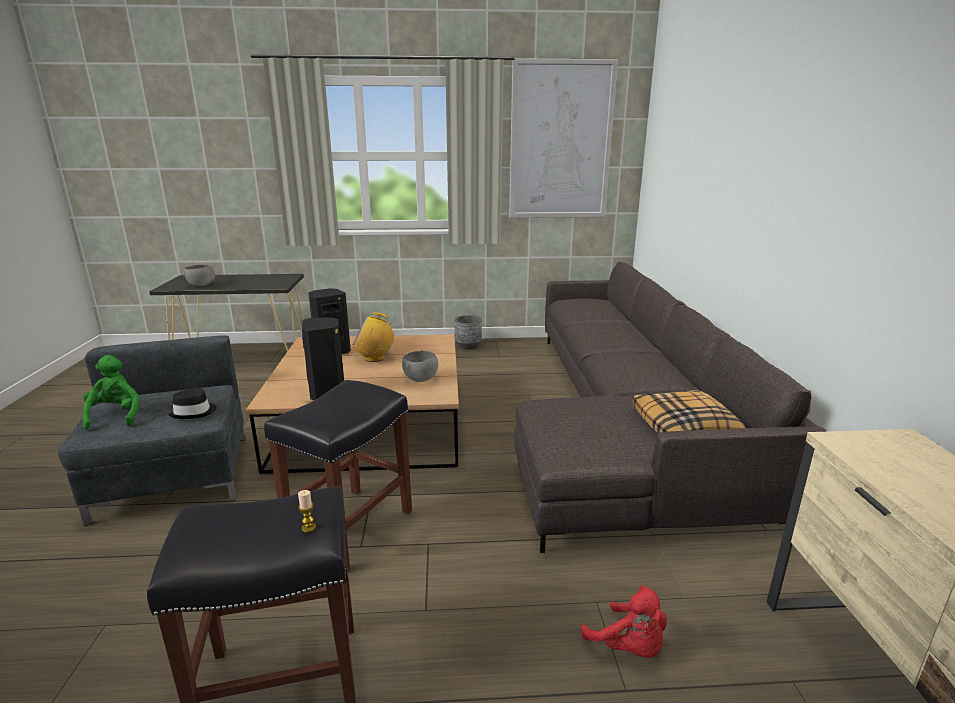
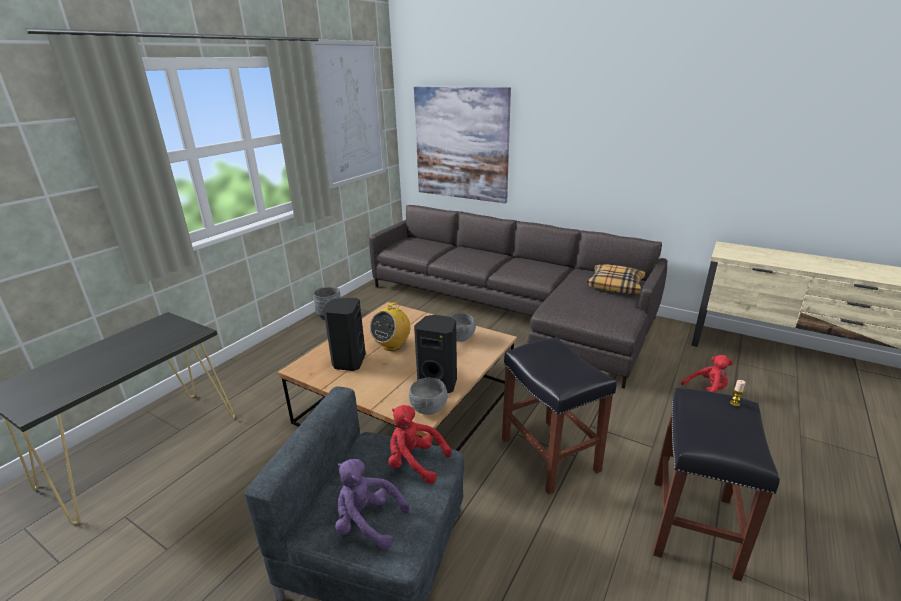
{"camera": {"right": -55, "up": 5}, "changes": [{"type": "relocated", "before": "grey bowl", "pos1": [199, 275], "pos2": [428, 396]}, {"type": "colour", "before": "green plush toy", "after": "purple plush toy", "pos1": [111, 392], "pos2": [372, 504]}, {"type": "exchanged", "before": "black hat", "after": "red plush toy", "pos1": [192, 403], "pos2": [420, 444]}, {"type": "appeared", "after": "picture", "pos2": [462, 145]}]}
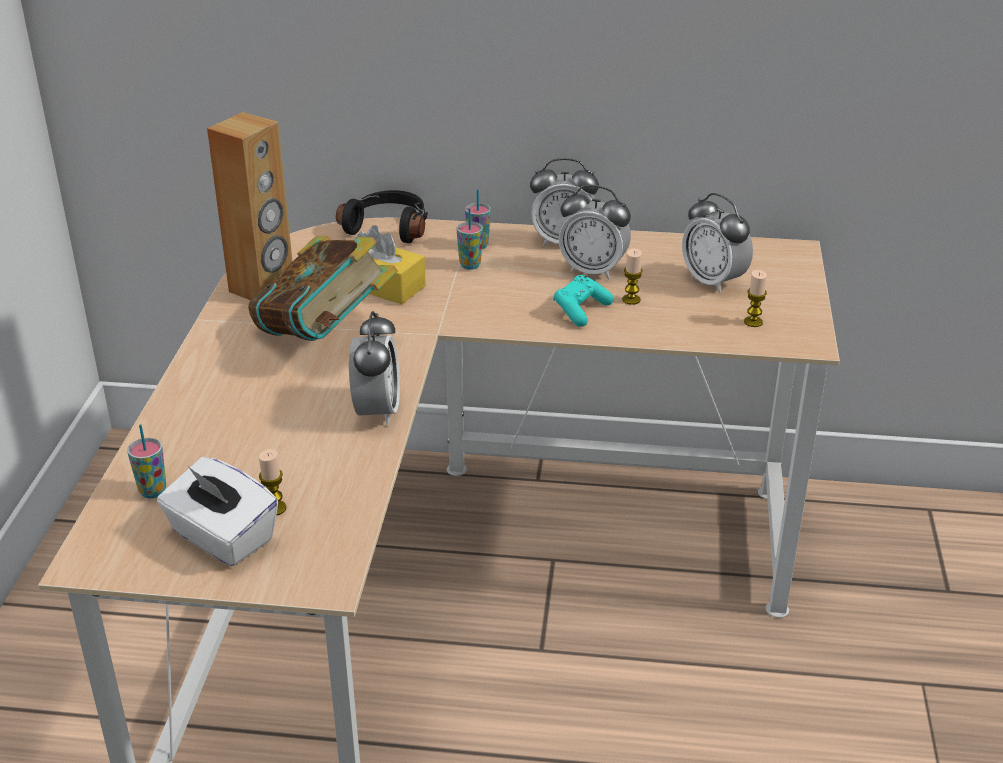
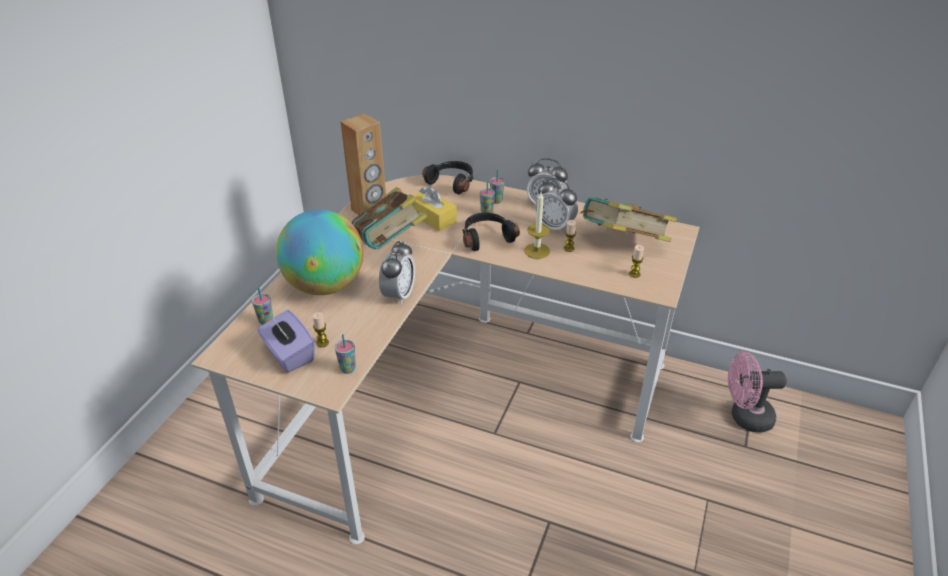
{"camera": {"right": 15, "up": 5}, "changes": [{"type": "exchanged", "before": "alarm clock", "after": "book", "pos1": [717, 243], "pos2": [628, 219]}, {"type": "exchanged", "before": "turquoise game controller", "after": "candle", "pos1": [583, 301], "pos2": [537, 225]}, {"type": "colour", "before": "white tissue box", "after": "purple tissue box", "pos1": [217, 511], "pos2": [286, 341]}, {"type": "appeared", "after": "globe", "pos2": [319, 252]}, {"type": "appeared", "after": "black headphones", "pos2": [491, 231]}, {"type": "appeared", "after": "cup", "pos2": [345, 354]}, {"type": "appeared", "after": "pink fan", "pos2": [757, 392]}]}
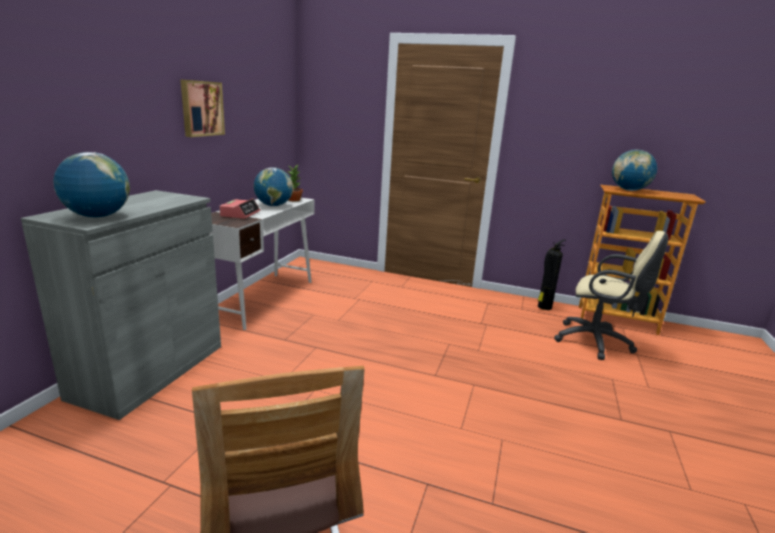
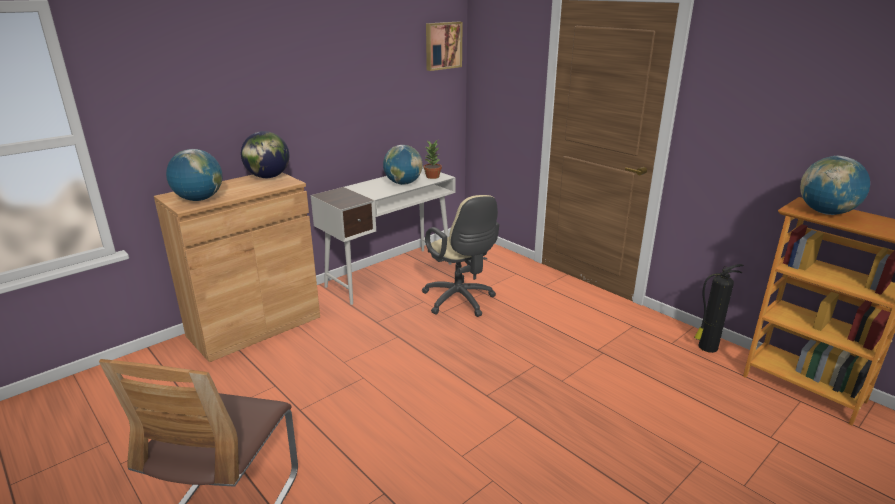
{"camera": {"right": 30, "up": 5}, "changes": [{"type": "relocated", "before": "picture", "pos1": [202, 108], "pos2": [444, 46]}, {"type": "colour", "before": "grey cabinet", "after": "brown cabinet", "pos1": [121, 305], "pos2": [237, 267]}, {"type": "missing", "before": "alarm clock", "pos1": [239, 208]}, {"type": "relocated", "before": "beige office chair", "pos1": [611, 295], "pos2": [460, 256]}, {"type": "appeared", "after": "globe", "pos2": [265, 154]}]}
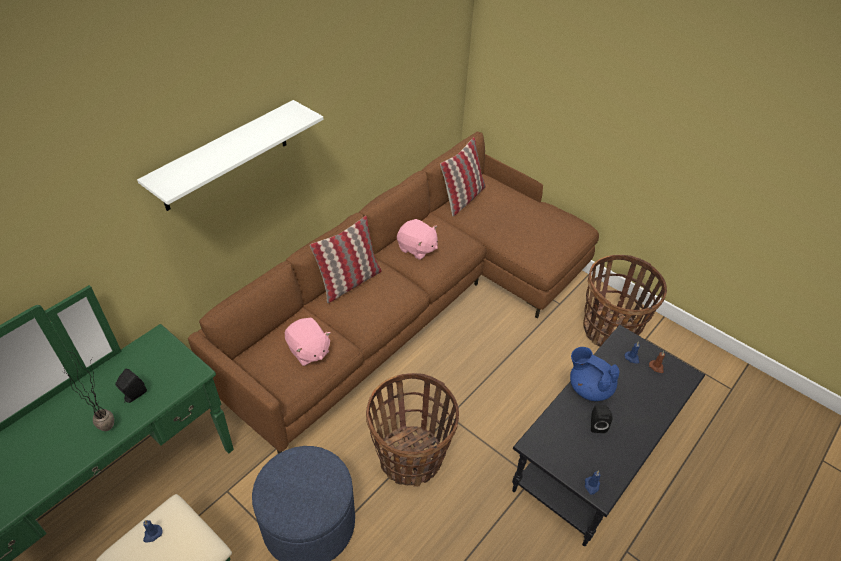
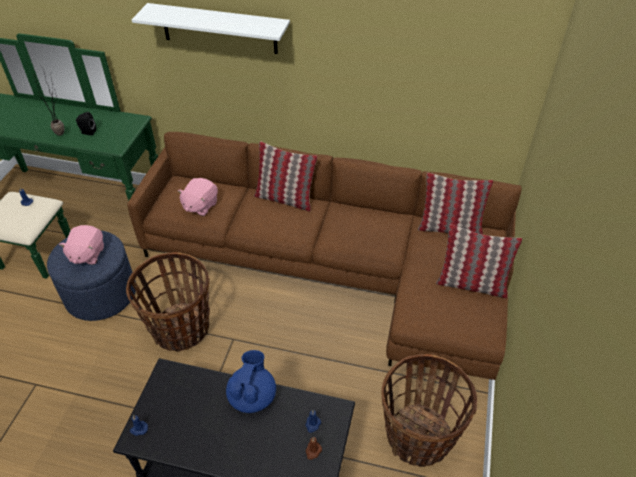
{"camera": {"right": 65, "up": 0}, "changes": [{"type": "relocated", "before": "pink plush toy", "pos1": [417, 239], "pos2": [81, 245]}, {"type": "missing", "before": "black speaker", "pos1": [602, 419]}, {"type": "appeared", "after": "pillow", "pos2": [479, 261]}]}
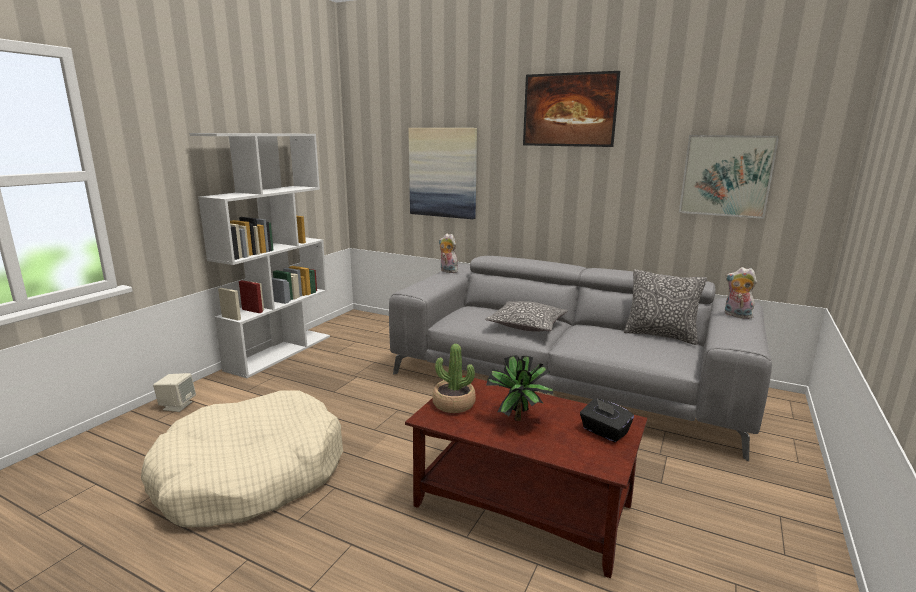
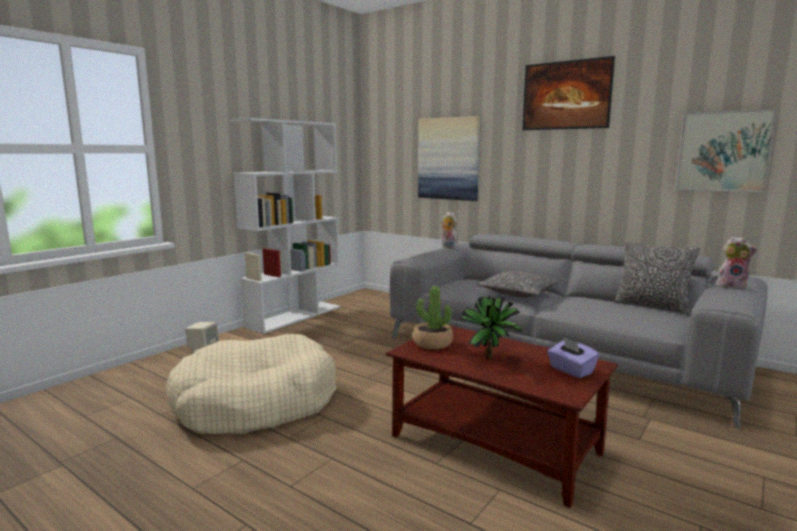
{"camera": {"right": 10, "up": -5}, "changes": [{"type": "spun", "before": "plush toy", "pos1": [741, 293], "pos2": [737, 262], "turn": 150}, {"type": "colour", "before": "black tissue box", "after": "purple tissue box", "pos1": [607, 420], "pos2": [573, 357]}]}
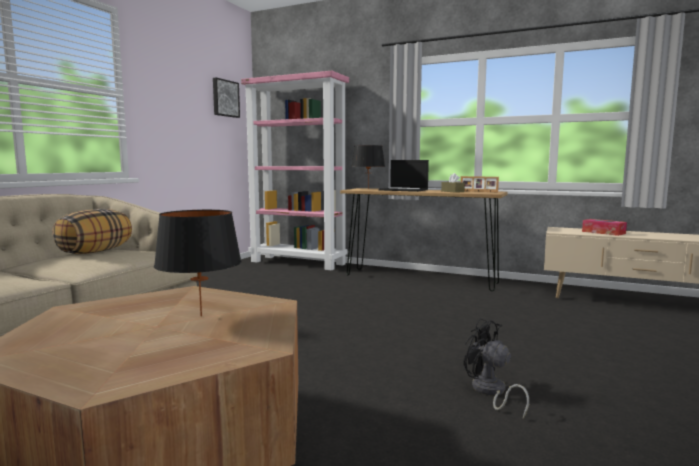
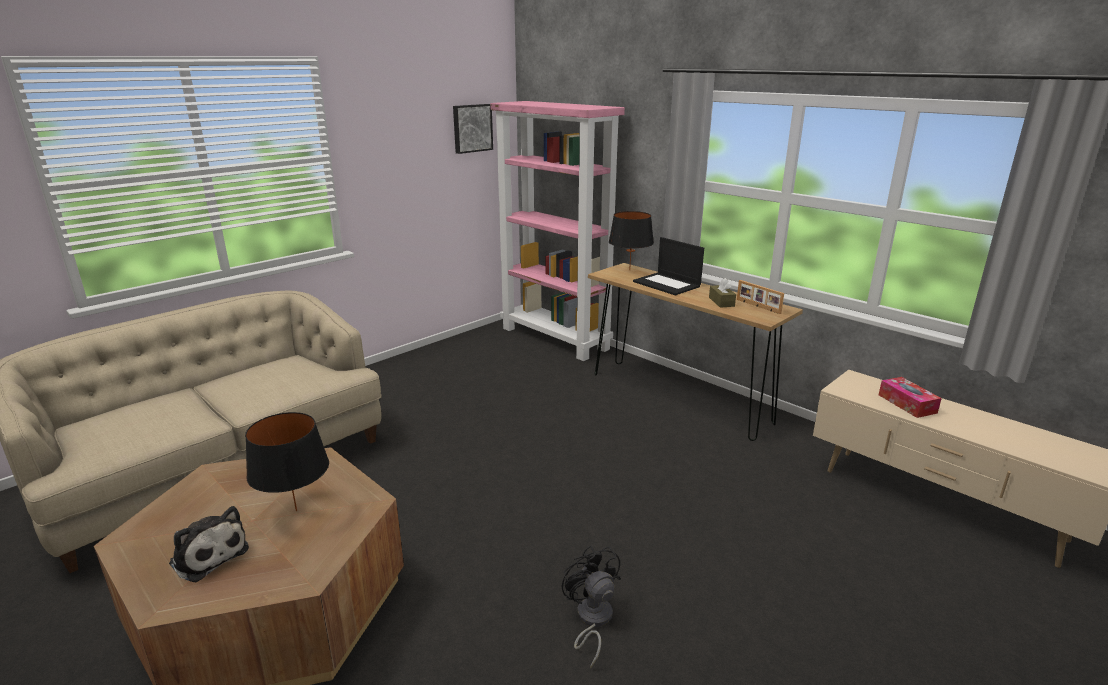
{"camera": {"right": 20, "up": 15}, "changes": [{"type": "missing", "before": "pillow", "pos1": [92, 231]}, {"type": "appeared", "after": "plush toy", "pos2": [209, 544]}]}
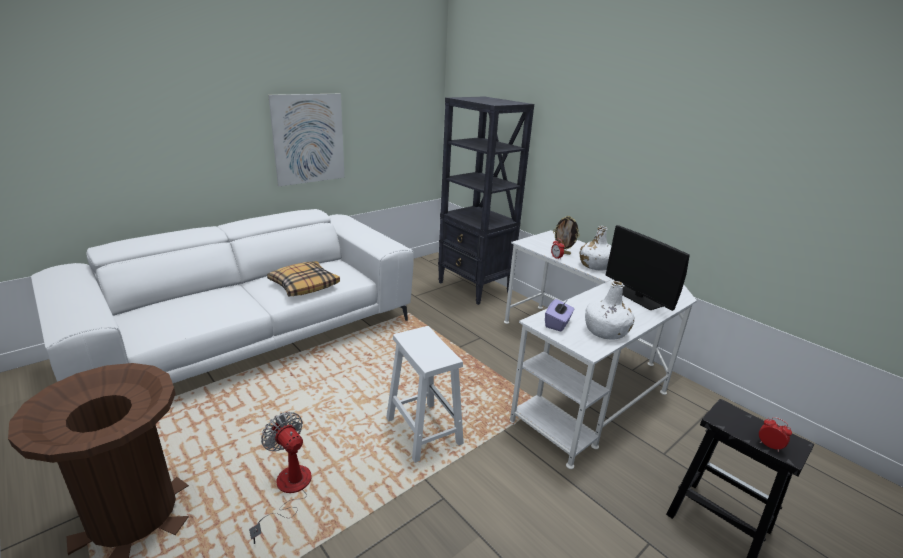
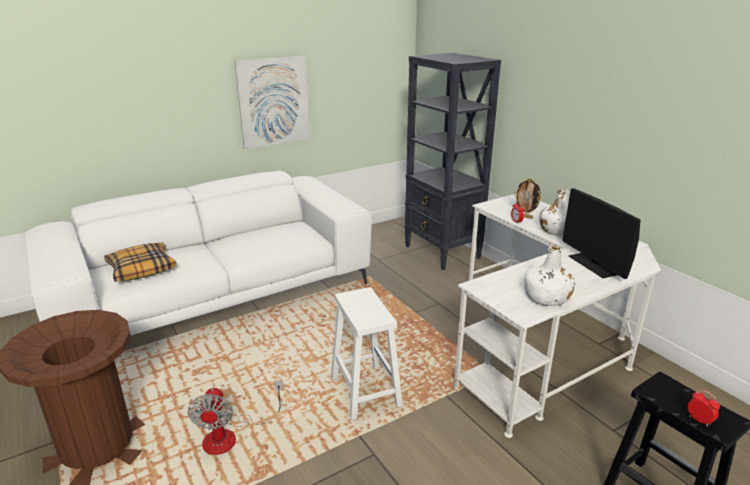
{"camera": {"right": 10, "up": 0}, "changes": [{"type": "relocated", "before": "pillow", "pos1": [303, 278], "pos2": [140, 262]}, {"type": "missing", "before": "purple tissue box", "pos1": [559, 315]}, {"type": "spun", "before": "fan", "pos1": [280, 478], "pos2": [235, 417], "turn": -150}]}
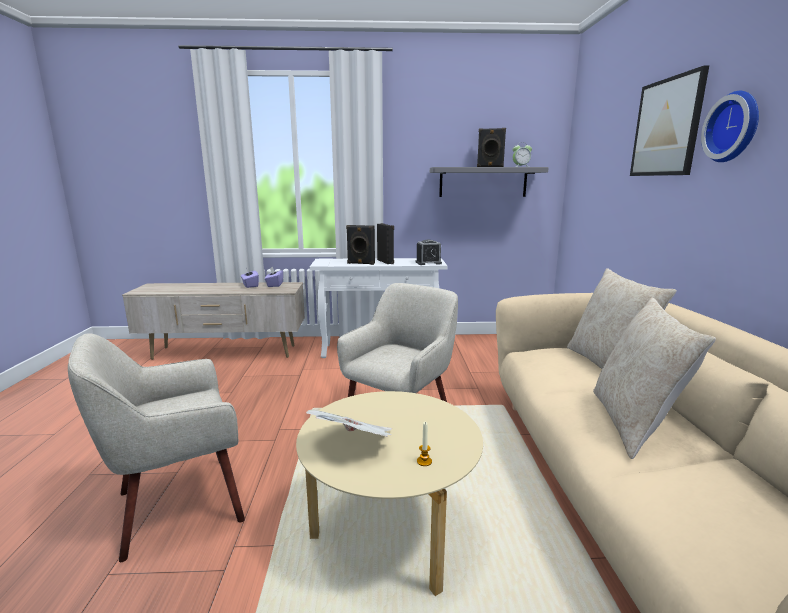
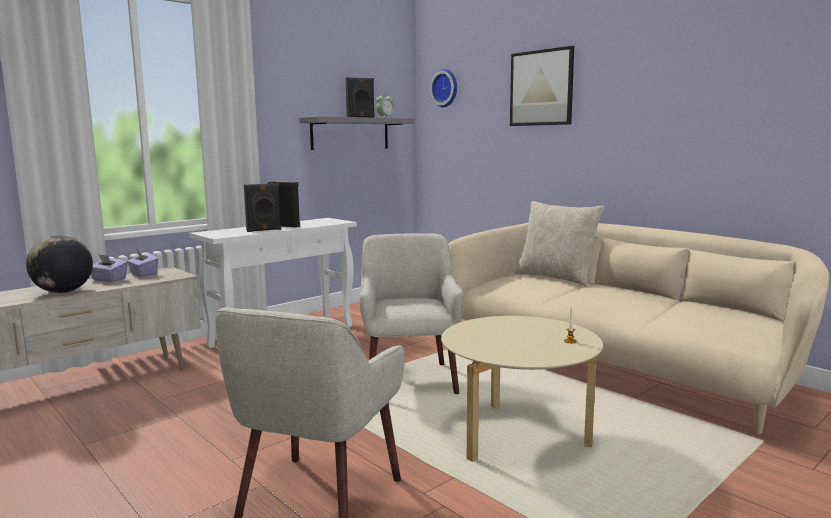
{"camera": {"right": -40, "up": -5}, "changes": [{"type": "relocated", "before": "wall clock", "pos1": [730, 126], "pos2": [443, 88]}, {"type": "missing", "before": "alarm clock", "pos1": [429, 252]}, {"type": "missing", "before": "beige pillow", "pos1": [654, 378]}, {"type": "missing", "before": "newspaper", "pos1": [349, 423]}, {"type": "appeared", "after": "globe", "pos2": [59, 264]}]}
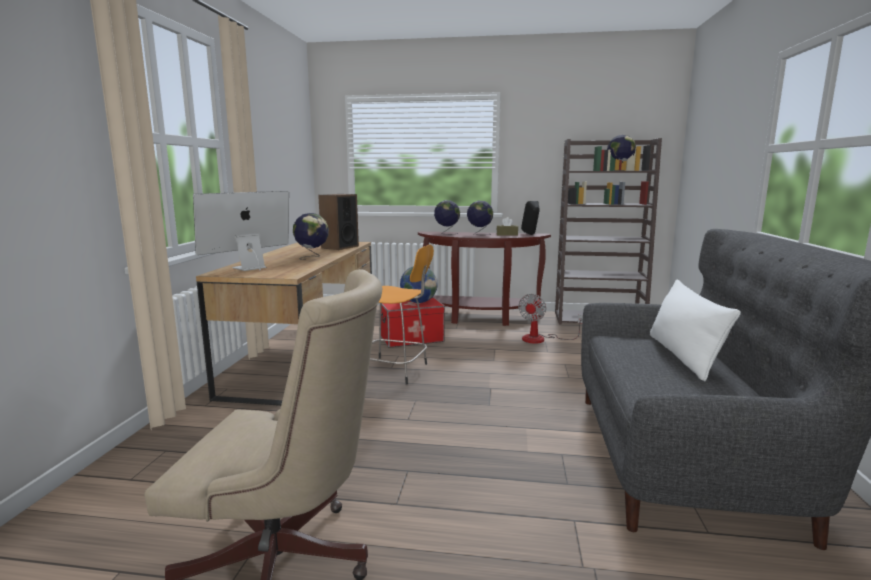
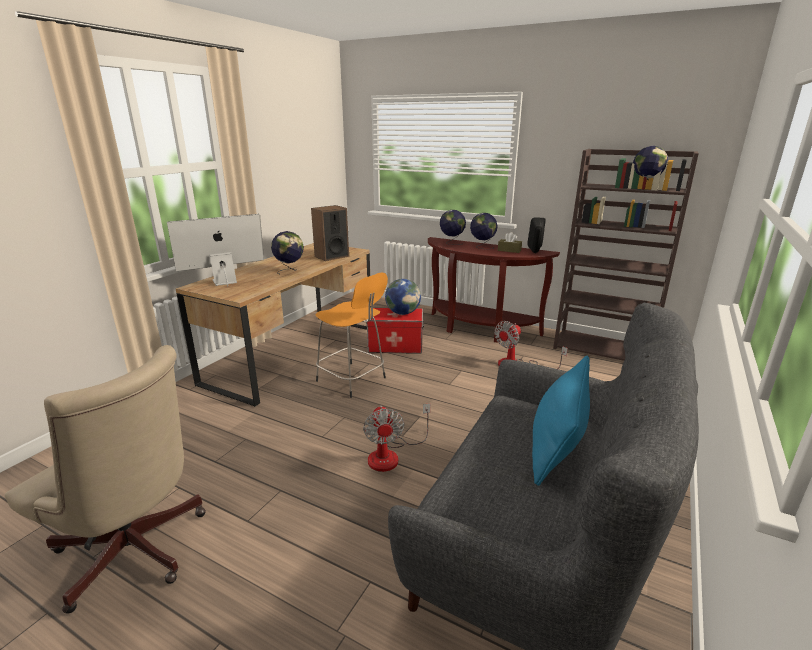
{"camera": {"right": 20, "up": 10}, "changes": [{"type": "colour", "before": "white pillow", "after": "blue pillow", "pos1": [695, 330], "pos2": [561, 421]}, {"type": "appeared", "after": "fan", "pos2": [396, 438]}]}
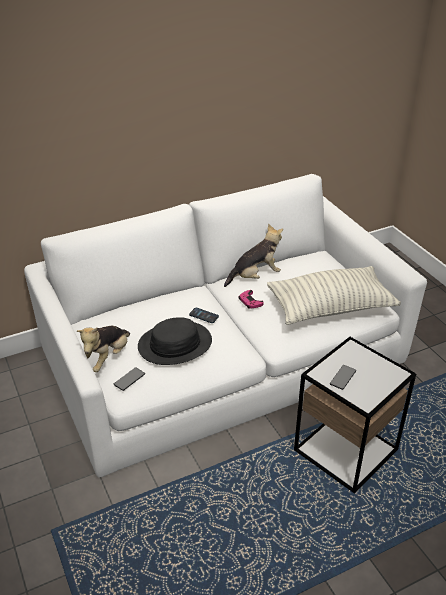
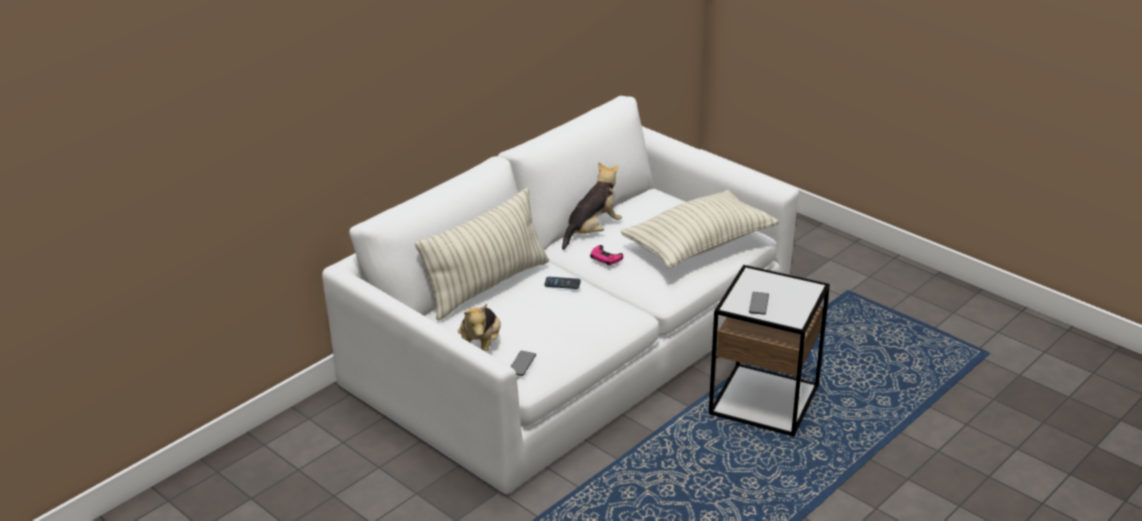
{"camera": {"right": -20, "up": -5}, "changes": [{"type": "missing", "before": "black hat", "pos1": [175, 341]}, {"type": "appeared", "after": "pillow", "pos2": [482, 254]}]}
